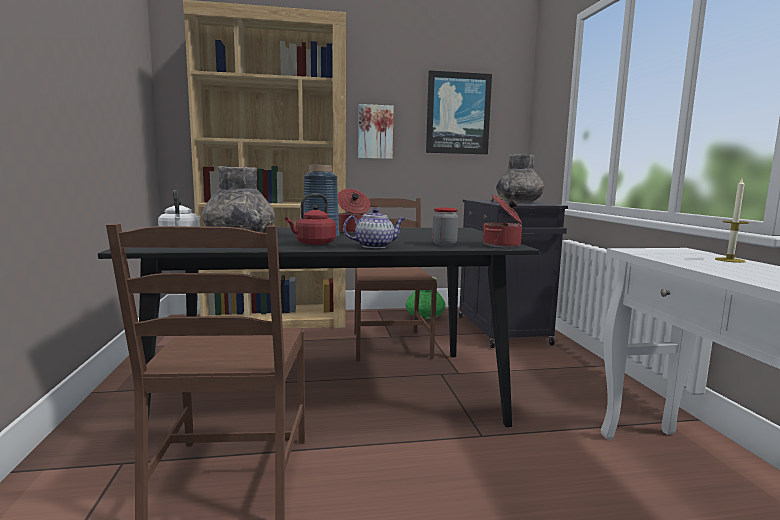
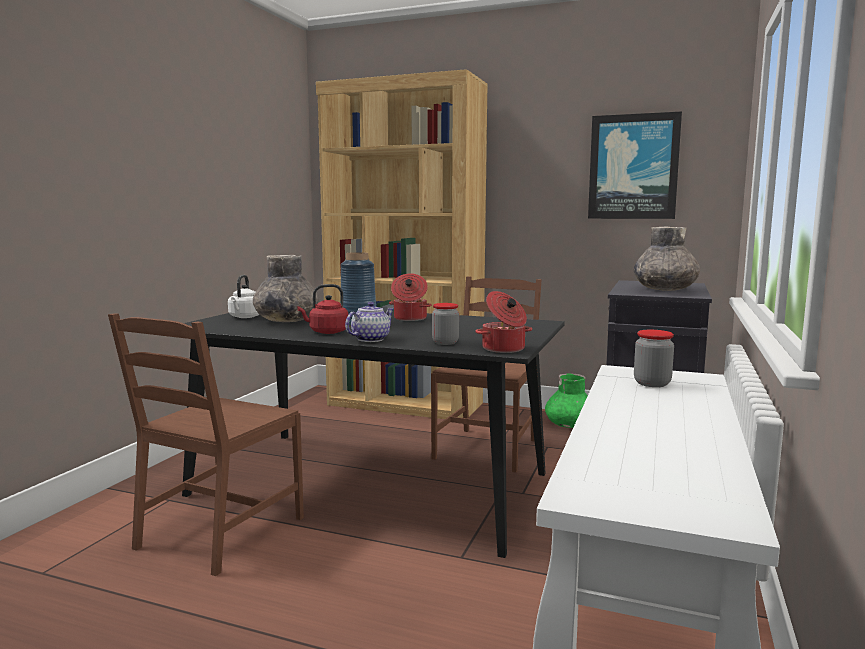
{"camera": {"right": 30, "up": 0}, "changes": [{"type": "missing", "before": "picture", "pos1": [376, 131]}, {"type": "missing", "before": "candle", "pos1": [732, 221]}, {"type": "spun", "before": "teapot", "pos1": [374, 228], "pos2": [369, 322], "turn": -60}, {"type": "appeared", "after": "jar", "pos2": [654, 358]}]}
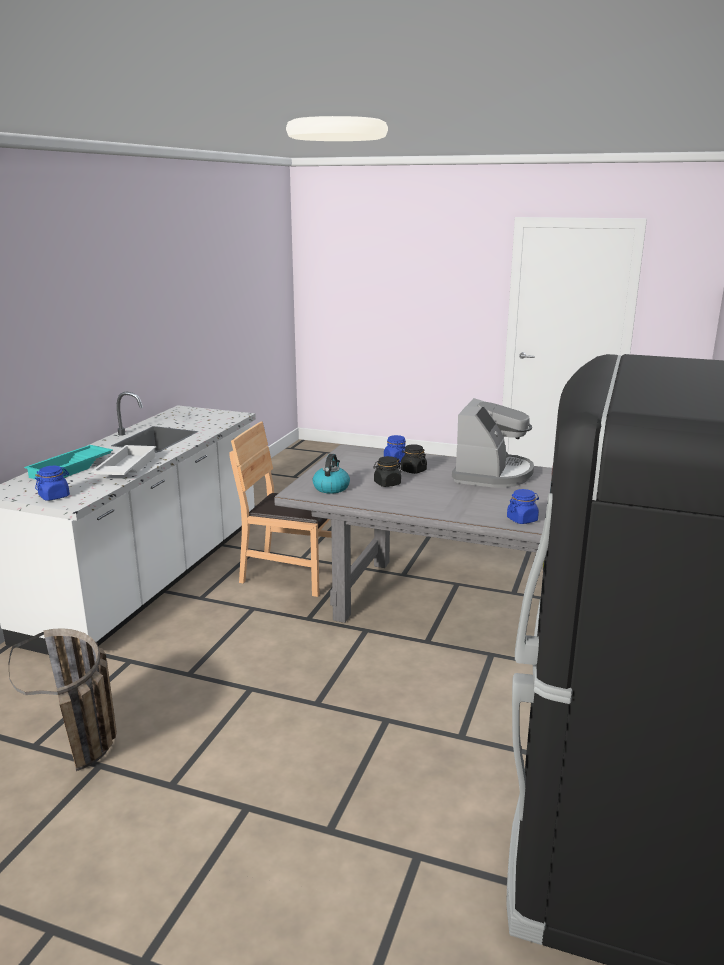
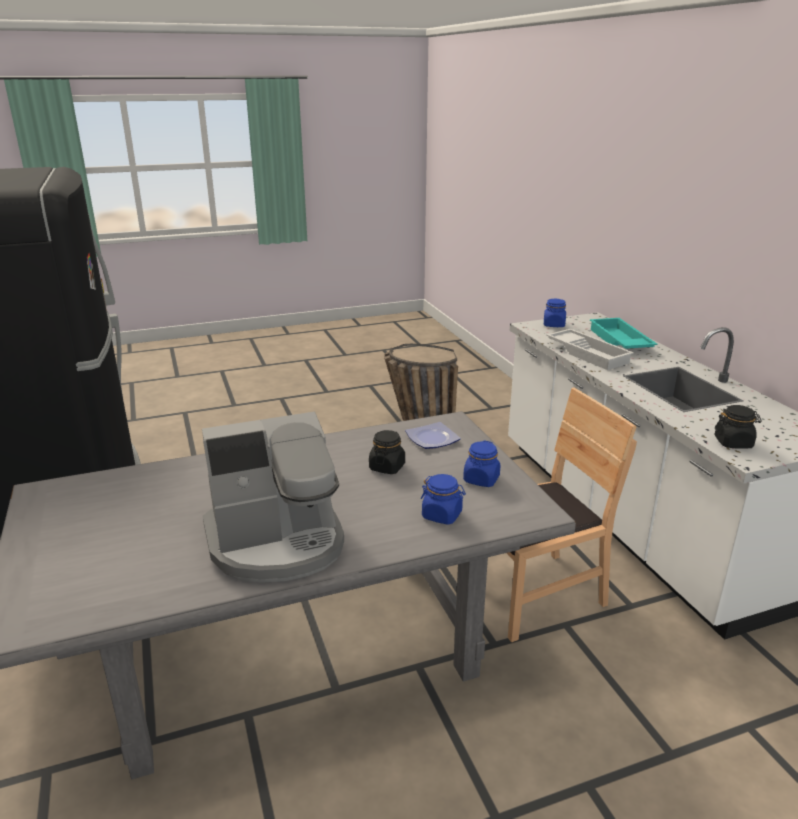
{"camera": {"right": 140, "up": 5}, "changes": [{"type": "spun", "before": "coffee machine", "pos1": [493, 443], "pos2": [273, 497], "turn": -90}, {"type": "relocated", "before": "black jar", "pos1": [414, 459], "pos2": [738, 427]}, {"type": "exchanged", "before": "kettle", "after": "plate", "pos1": [331, 474], "pos2": [433, 435]}, {"type": "relocated", "before": "blue jar", "pos1": [523, 506], "pos2": [481, 463]}]}
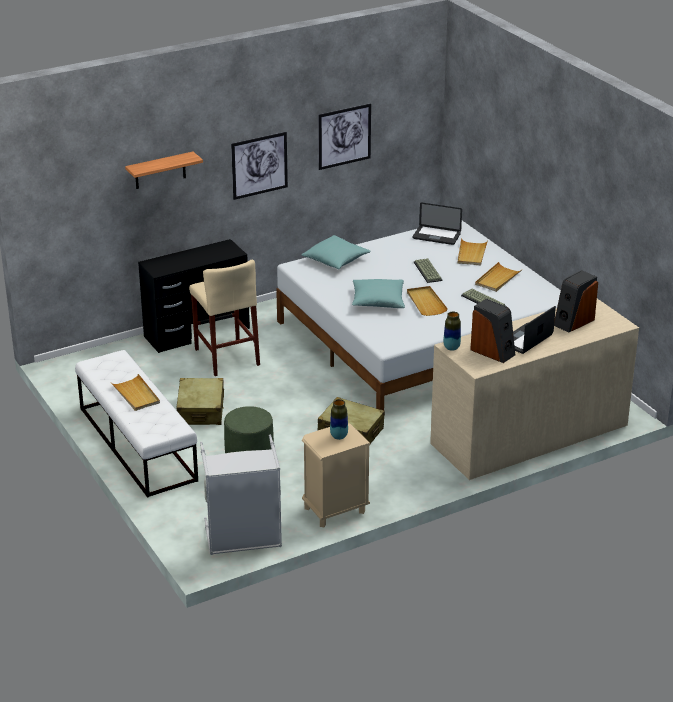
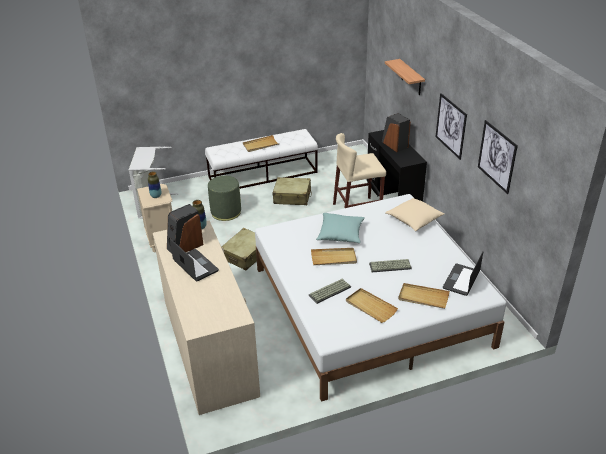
{"camera": {"right": 100, "up": 5}, "changes": [{"type": "colour", "before": "turquoise pillow", "after": "beige pillow", "pos1": [336, 252], "pos2": [414, 214]}, {"type": "relocated", "before": "speaker", "pos1": [576, 301], "pos2": [396, 132]}]}
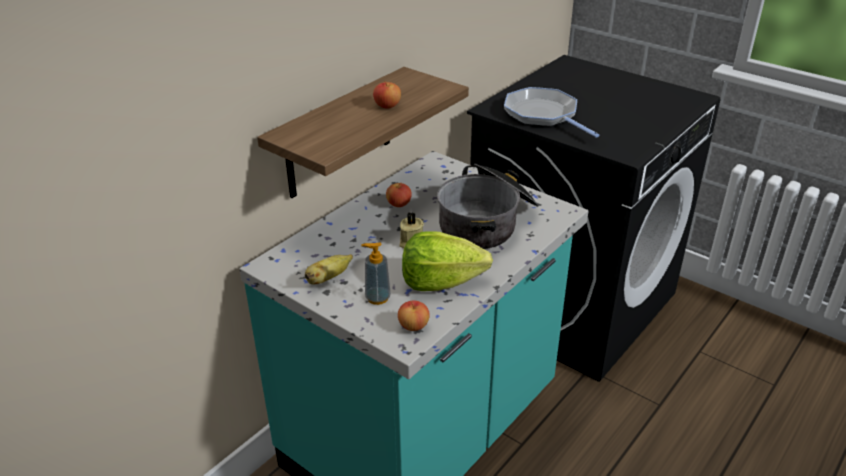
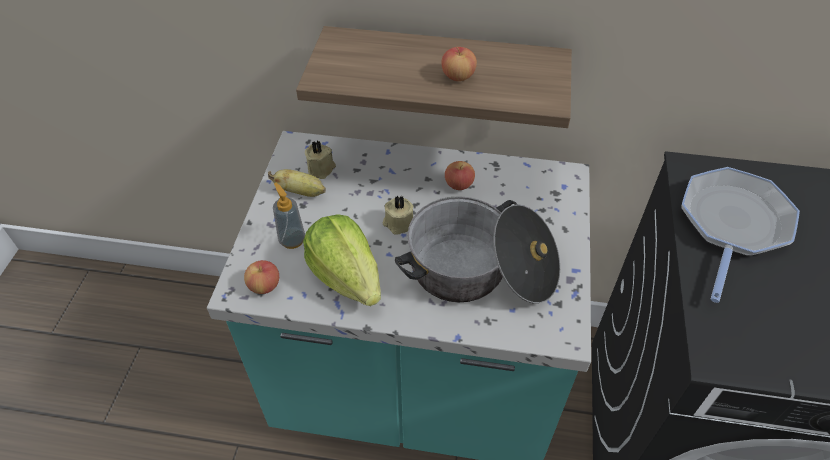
{"camera": {"right": 60, "up": 15}, "changes": [{"type": "appeared", "after": "beige candle", "pos2": [320, 160]}]}
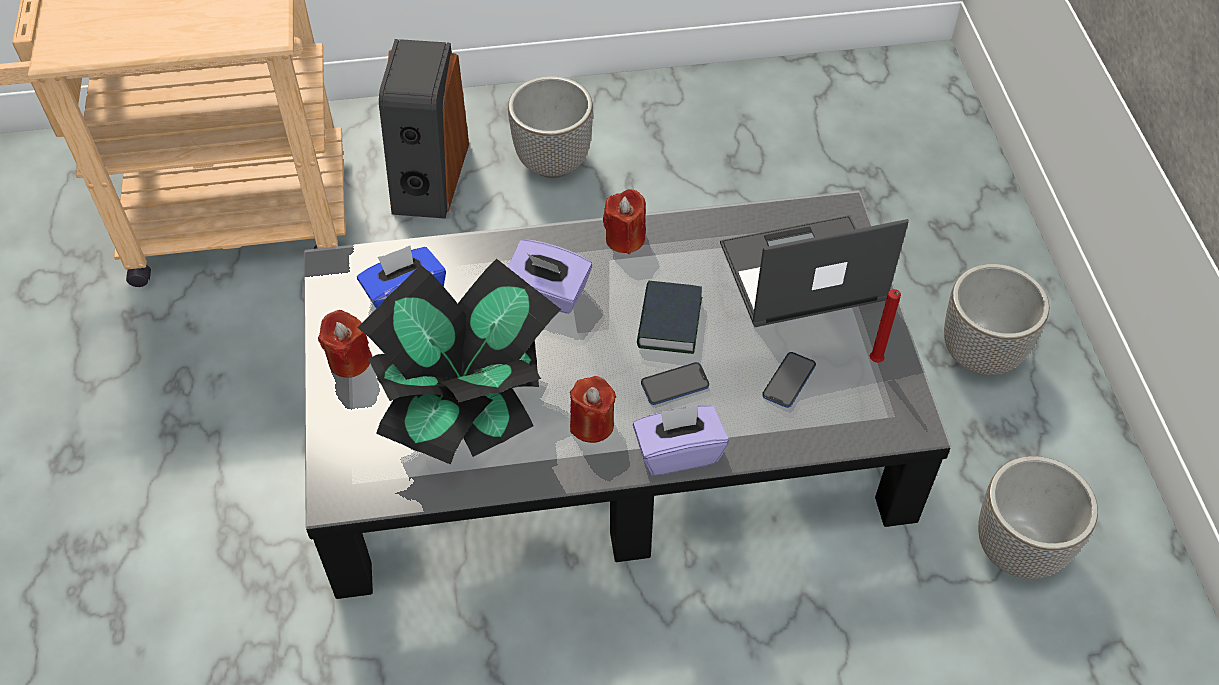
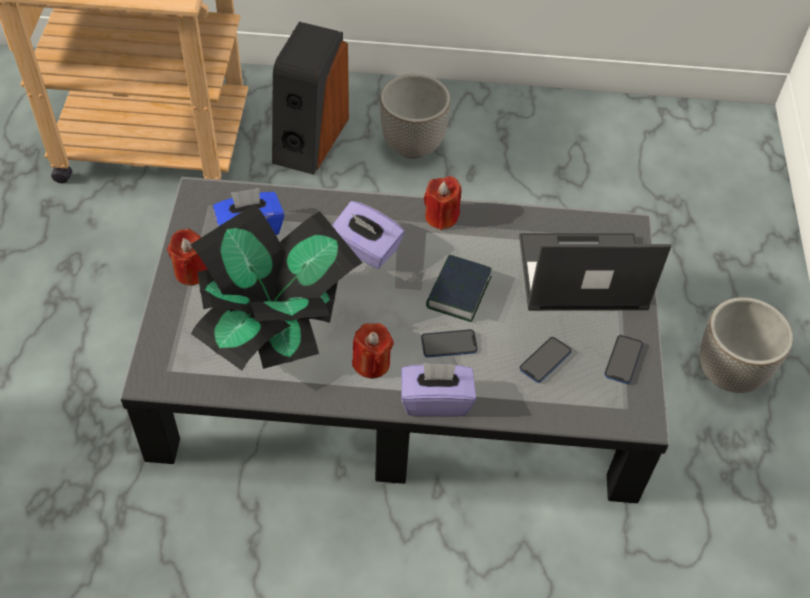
{"camera": {"right": 10, "up": 0}, "changes": [{"type": "exchanged", "before": "red candle", "after": "phone", "pos1": [885, 326], "pos2": [623, 359]}, {"type": "missing", "before": "planter", "pos1": [1038, 517]}]}
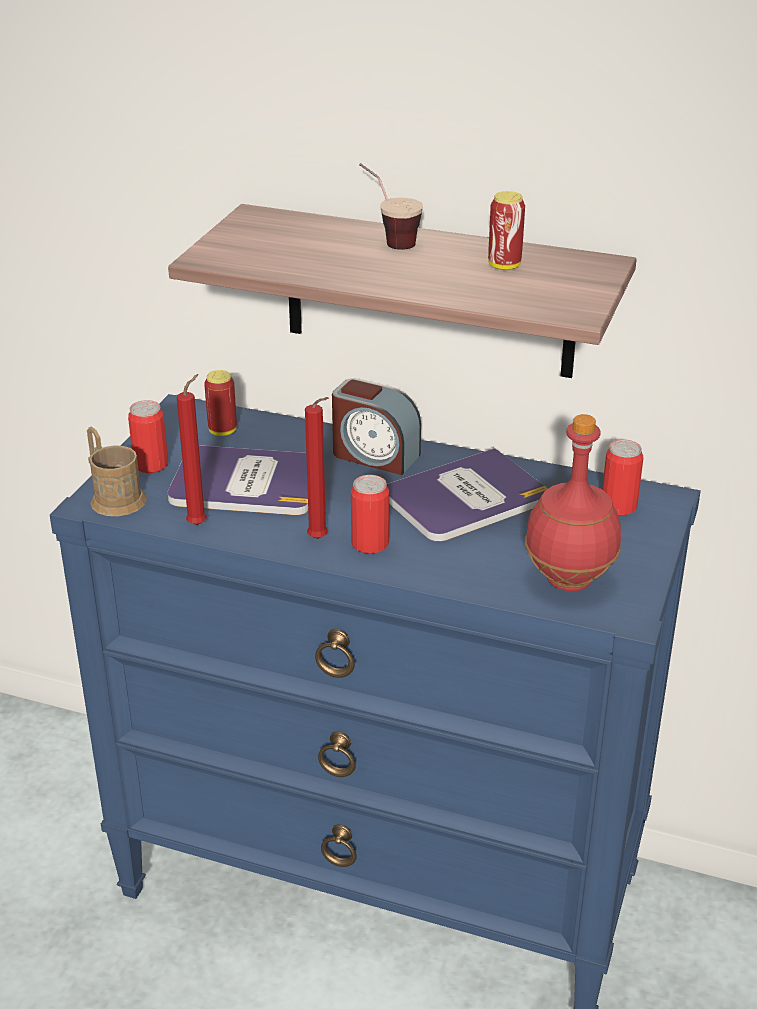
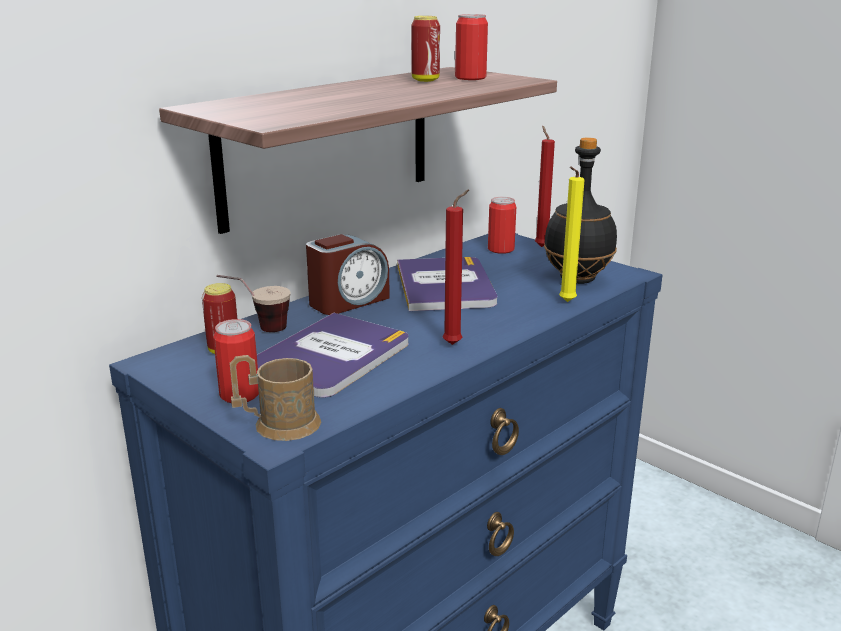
{"camera": {"right": -65, "up": -10}, "changes": [{"type": "relocated", "before": "cup", "pos1": [391, 206], "pos2": [253, 303]}, {"type": "relocated", "before": "red candle", "pos1": [192, 449], "pos2": [545, 186]}, {"type": "colour", "before": "red bottle", "after": "black bottle", "pos1": [573, 502], "pos2": [580, 210]}, {"type": "relocated", "before": "can", "pos1": [370, 514], "pos2": [471, 47]}, {"type": "appeared", "after": "yellow candle", "pos2": [572, 234]}]}
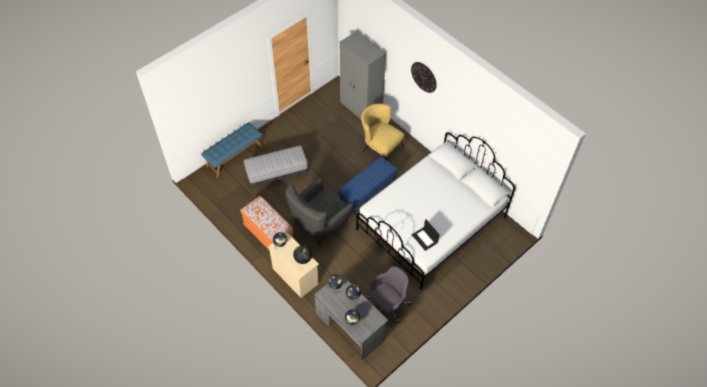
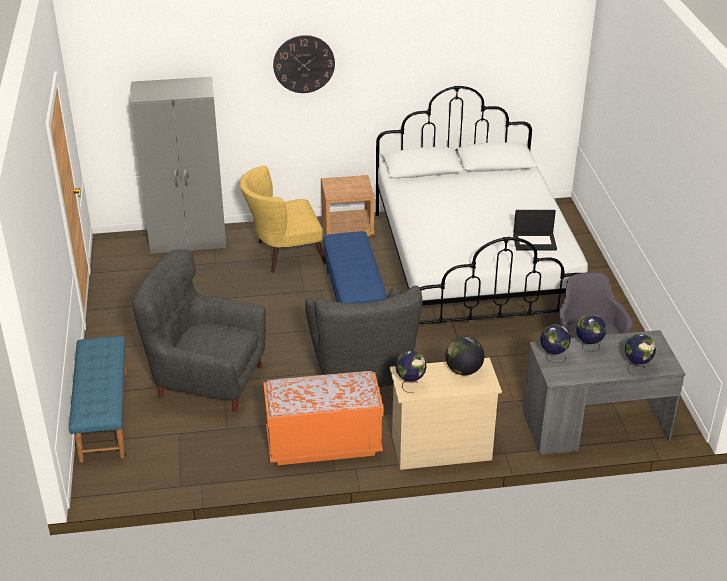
{"camera": {"right": -55, "up": -20}, "changes": [{"type": "exchanged", "before": "grey ottoman", "after": "grey armchair", "pos1": [275, 167], "pos2": [199, 330]}, {"type": "appeared", "after": "brown nightstand", "pos2": [348, 205]}]}
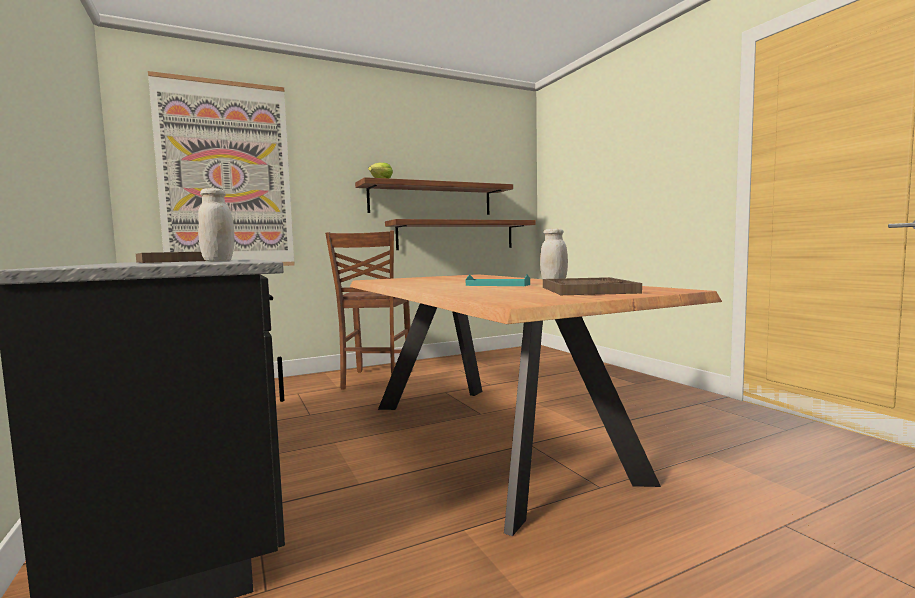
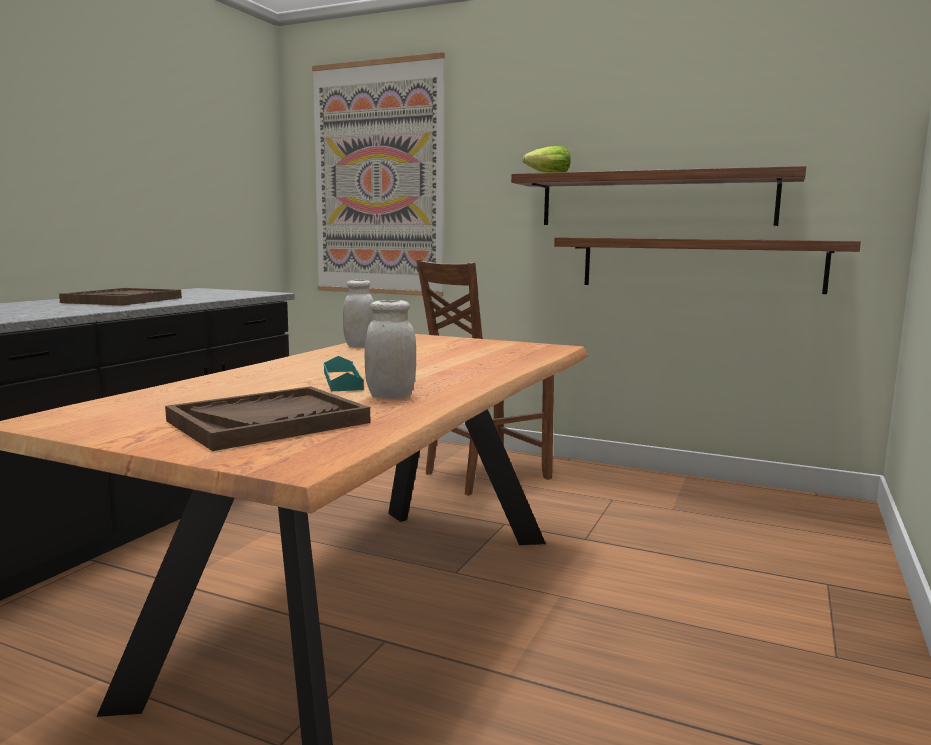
{"camera": {"right": 50, "up": 5}, "changes": [{"type": "relocated", "before": "white jar", "pos1": [216, 224], "pos2": [358, 314]}]}
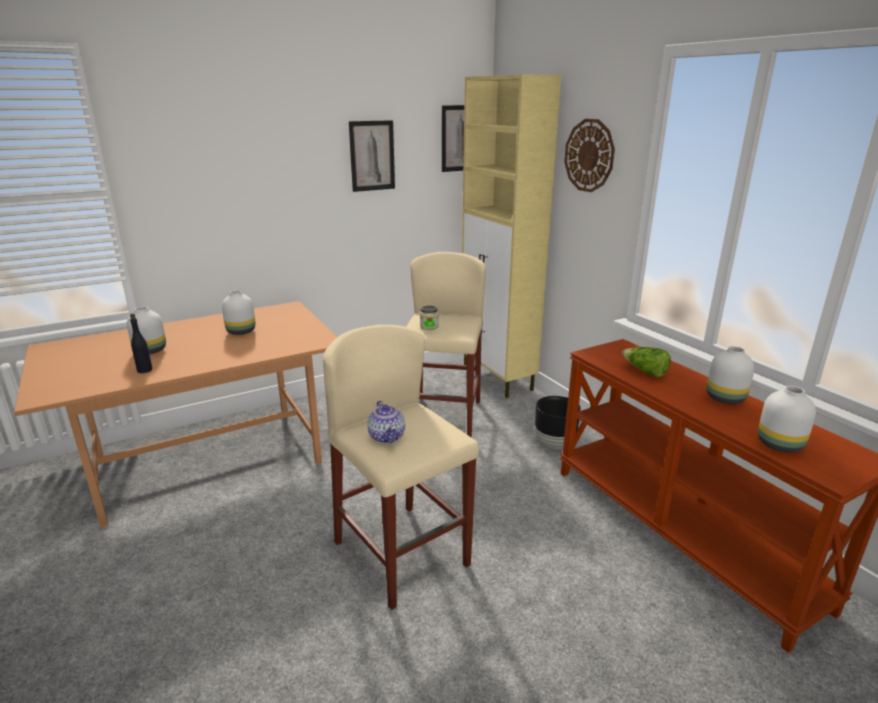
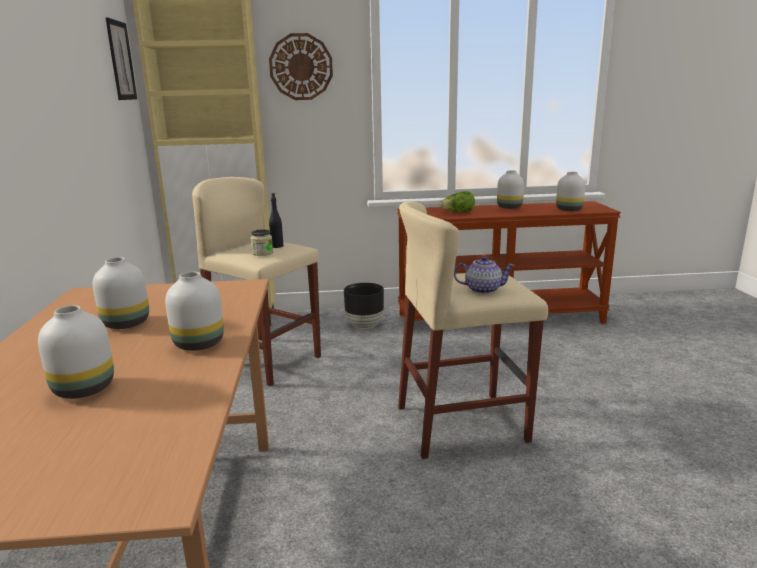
{"camera": {"right": -65, "up": -5}, "changes": [{"type": "missing", "before": "picture", "pos1": [372, 156]}, {"type": "relocated", "before": "black bottle", "pos1": [141, 343], "pos2": [276, 220]}, {"type": "appeared", "after": "white vase", "pos2": [194, 311]}]}
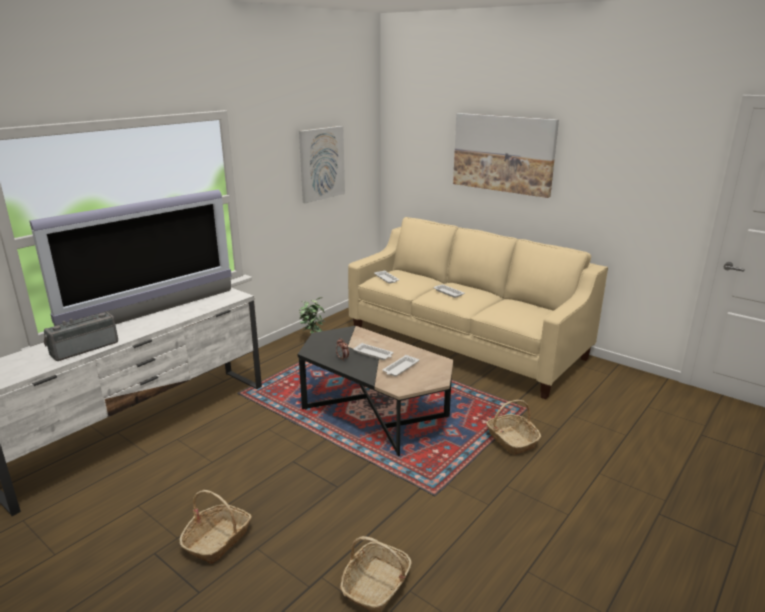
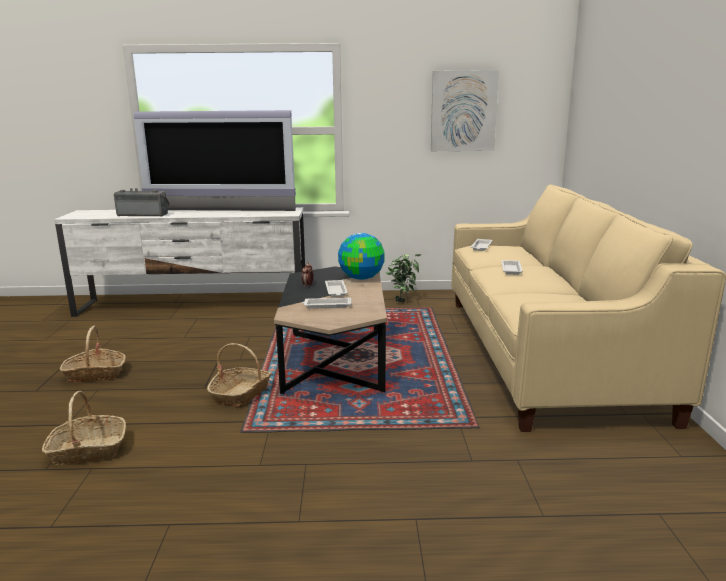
{"camera": {"right": 50, "up": -5}, "changes": [{"type": "missing", "before": "picture", "pos1": [506, 155]}, {"type": "relocated", "before": "basket", "pos1": [513, 427], "pos2": [239, 375]}, {"type": "appeared", "after": "globe", "pos2": [361, 256]}]}
